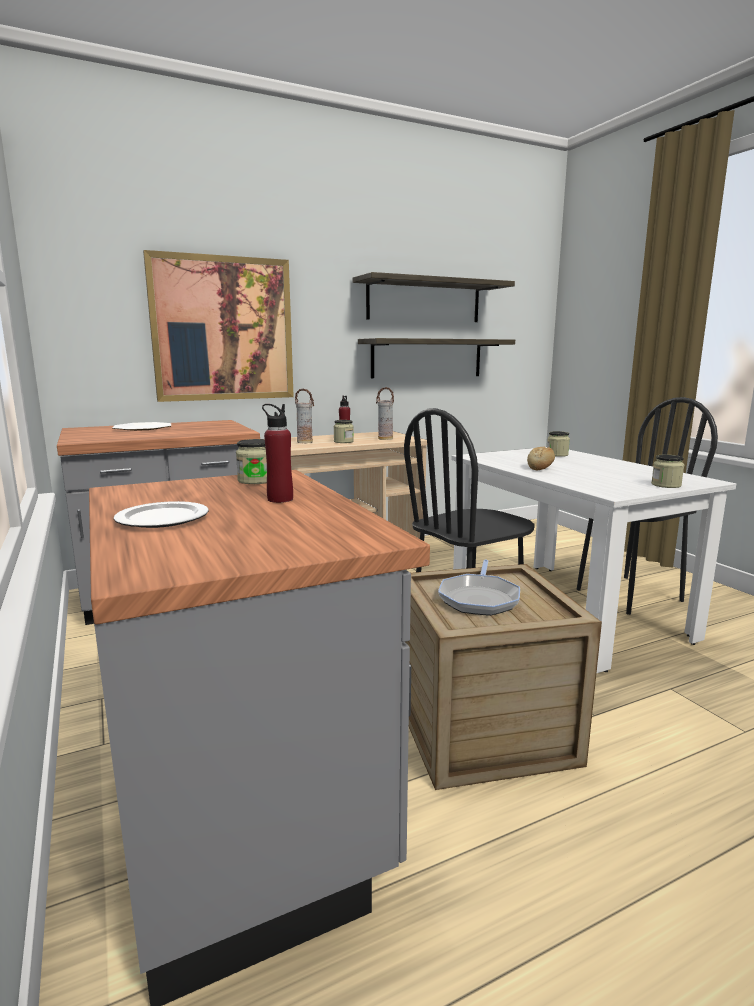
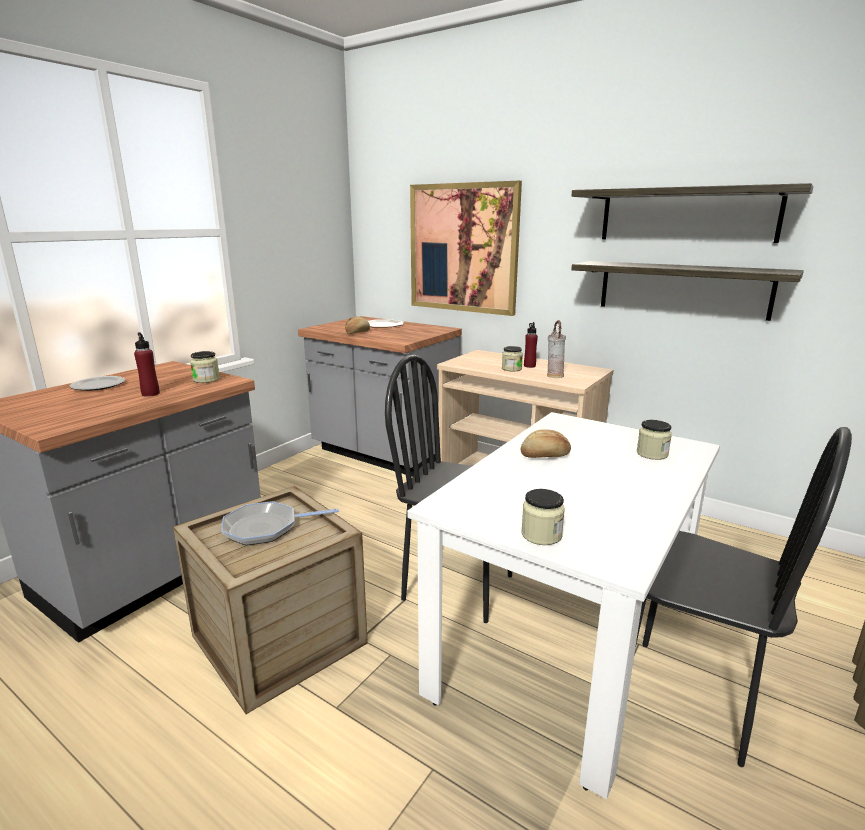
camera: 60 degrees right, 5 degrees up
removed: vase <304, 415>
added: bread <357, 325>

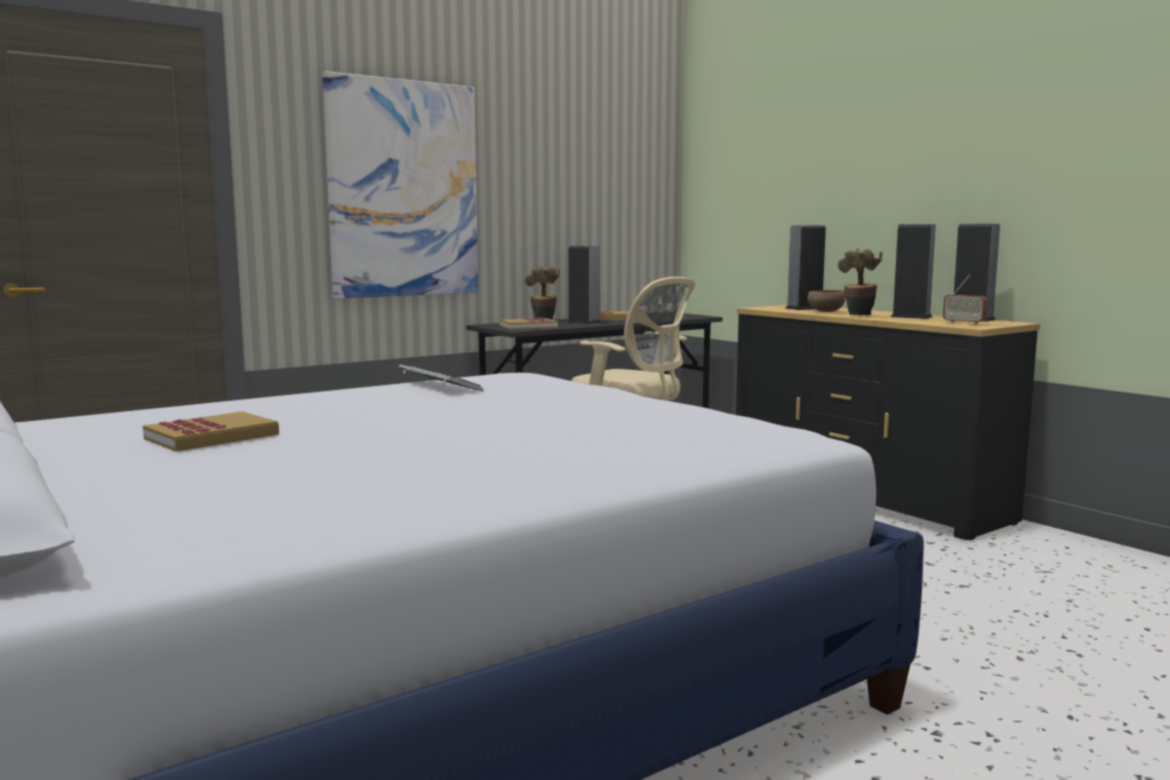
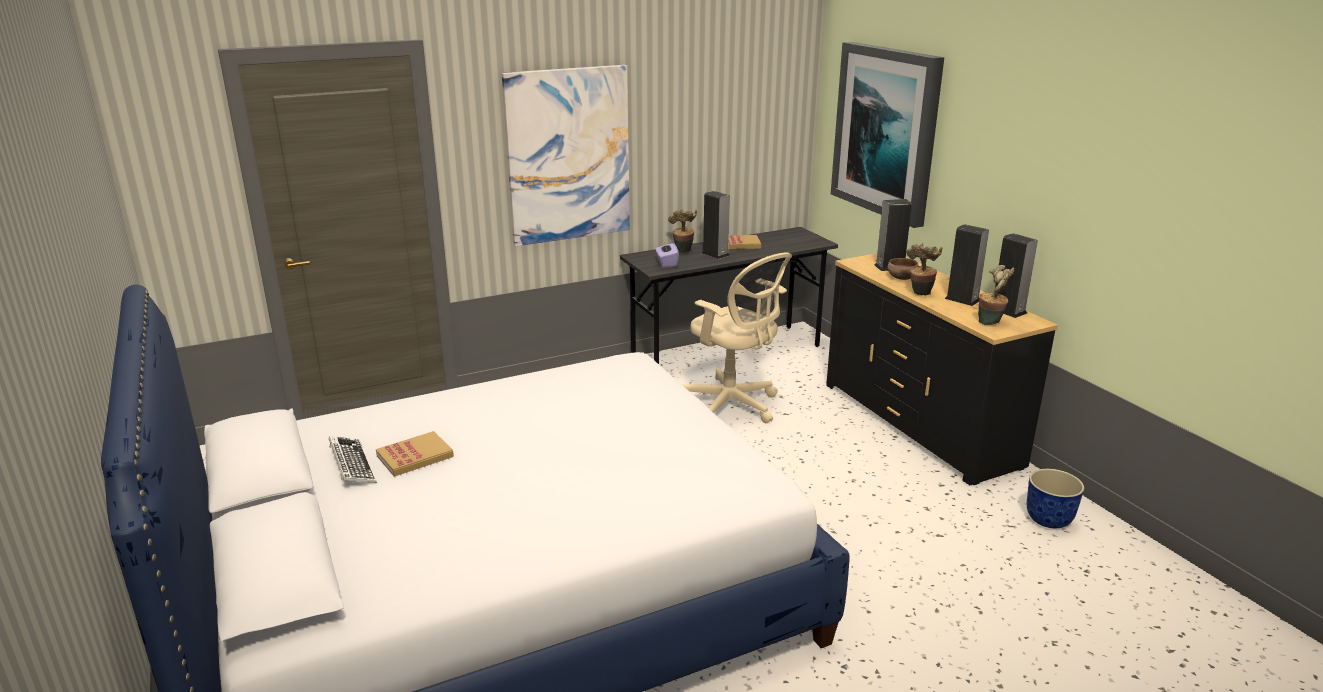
camera: 10 degrees right, 15 degrees up
added: picture <887, 135>; planter <1055, 498>
moved: keyboard <441, 378> to <352, 459>
replaced: book <528, 324> to tissue box (purple) <667, 254>; radio <965, 299> to potted plant <996, 295>

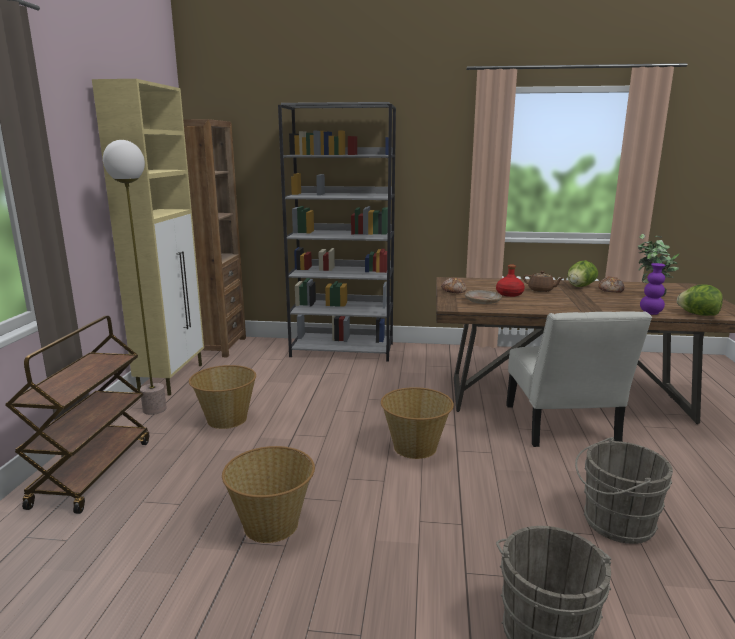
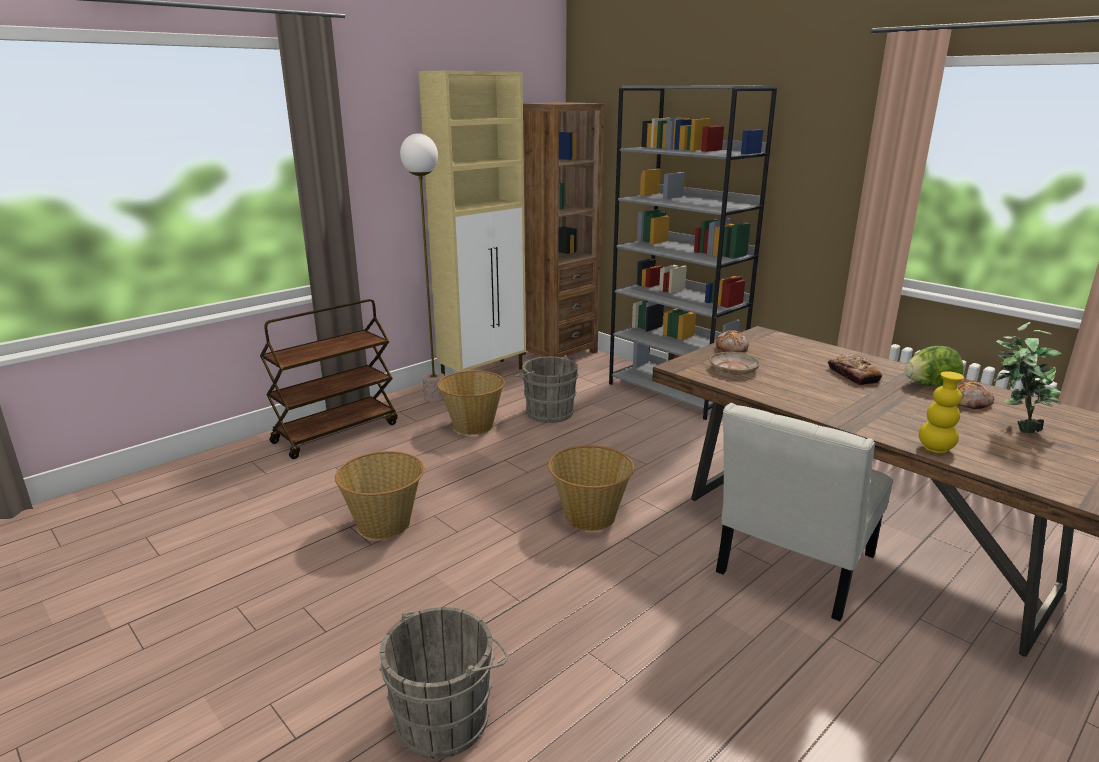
camera: 40 degrees right, 5 degrees up
removed: bottle (red) <510, 280>; lettuce <700, 300>
moved: bucket (grey) <624, 490> to <547, 389>
replaced: teapot (brown) <543, 281> to bread <855, 369>
recoloured: vase (purple) <653, 289> to vase (yellow) <941, 412>

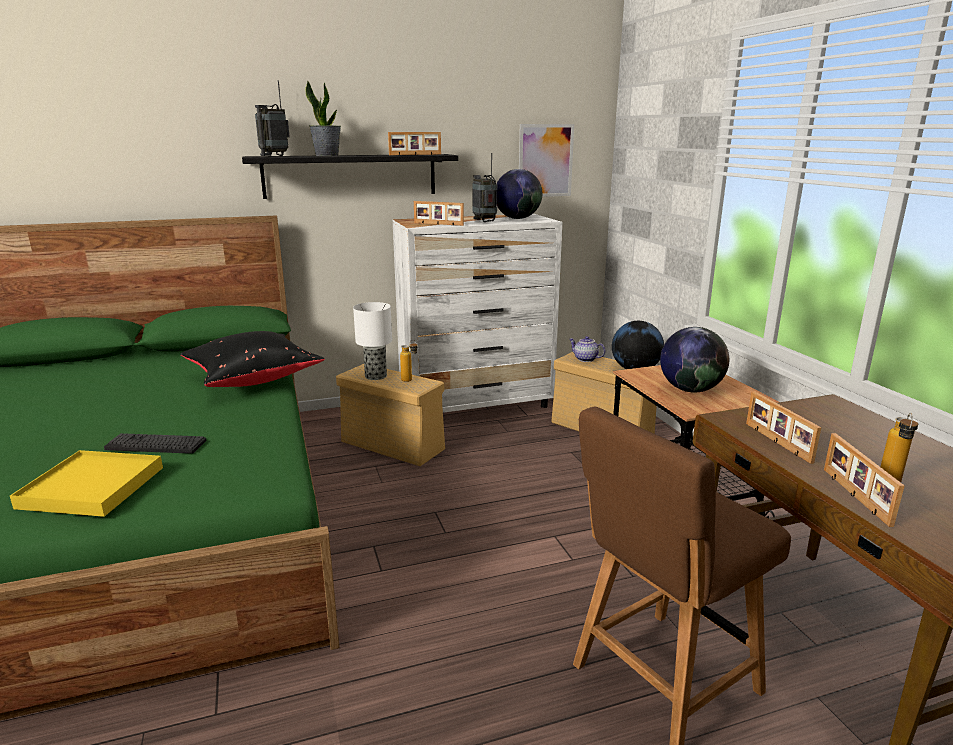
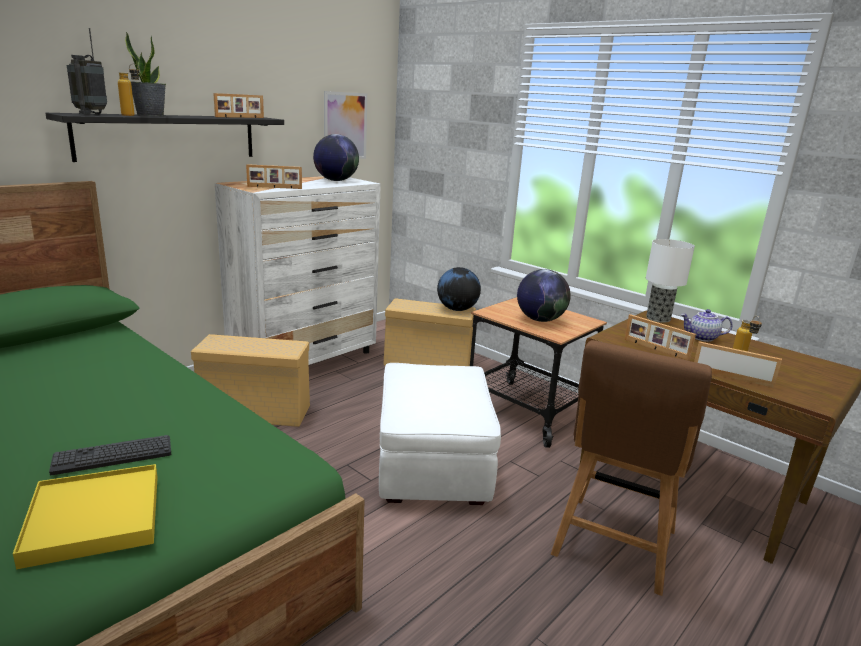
camera: 30 degrees left, 0 degrees up
removed: pillow (black) <252, 359>; radio <485, 187>
added: ottoman (white) <440, 434>
moved: table lamp <372, 341> to <670, 281>; bottle <409, 361> to <129, 89>; teapot <587, 349> to <707, 325>
turned: picture frame <864, 480> = <738, 364> 150 degrees clockwise

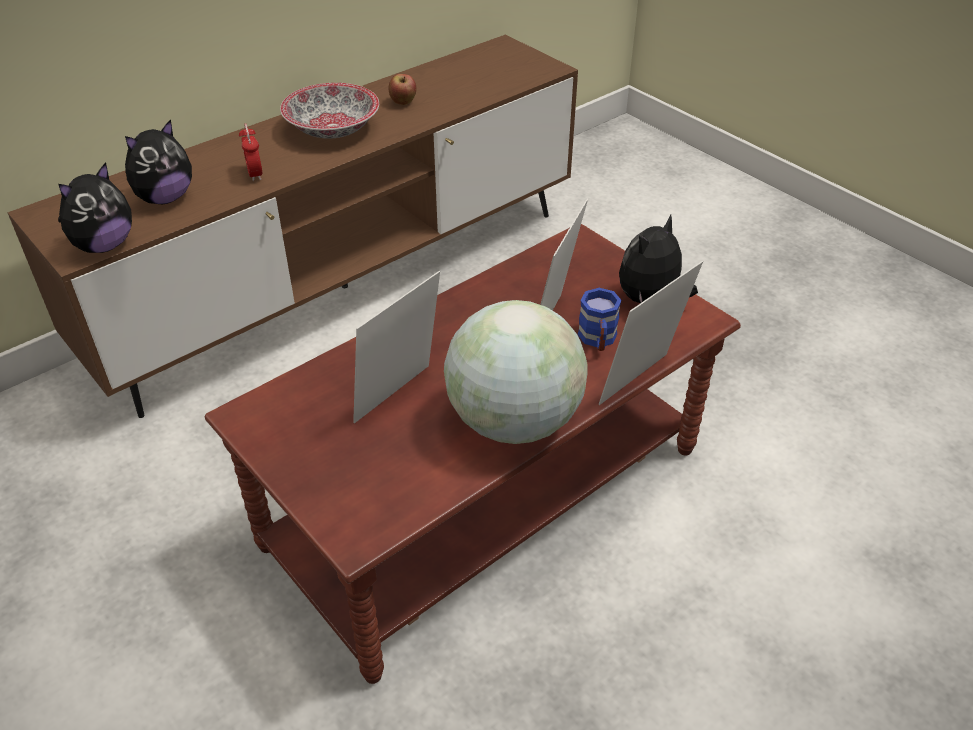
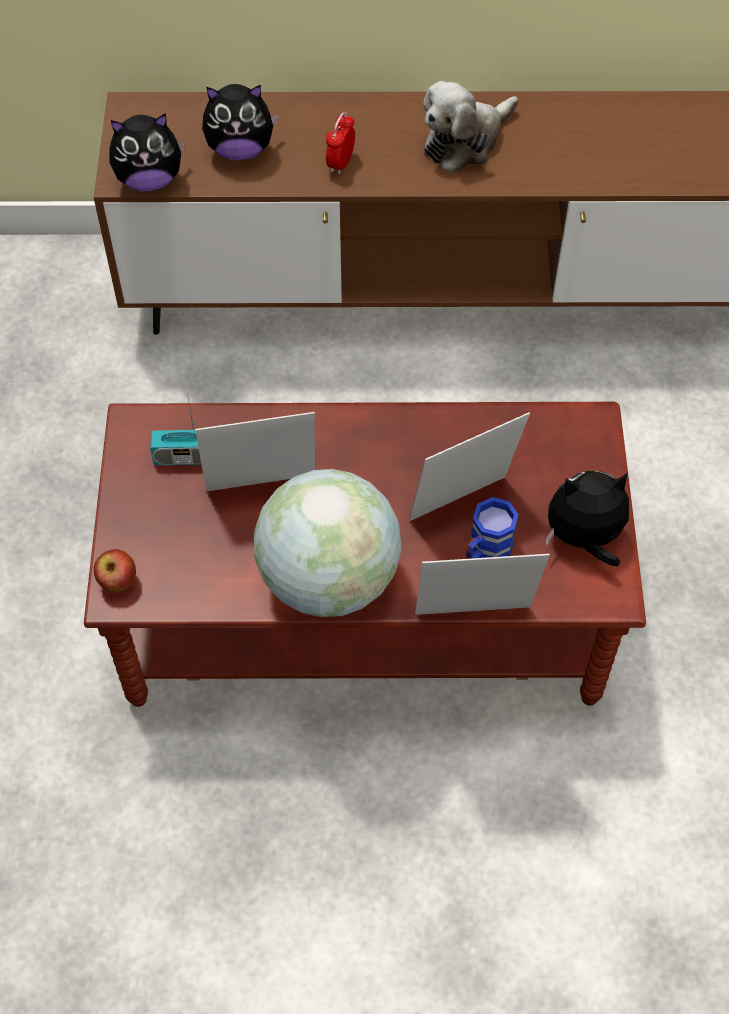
camera: 40 degrees right, 15 degrees up
added: radio <176, 429>
moved: apple <403, 89> to <115, 570>
replaced: bowl <329, 111> to plush toy <470, 127>

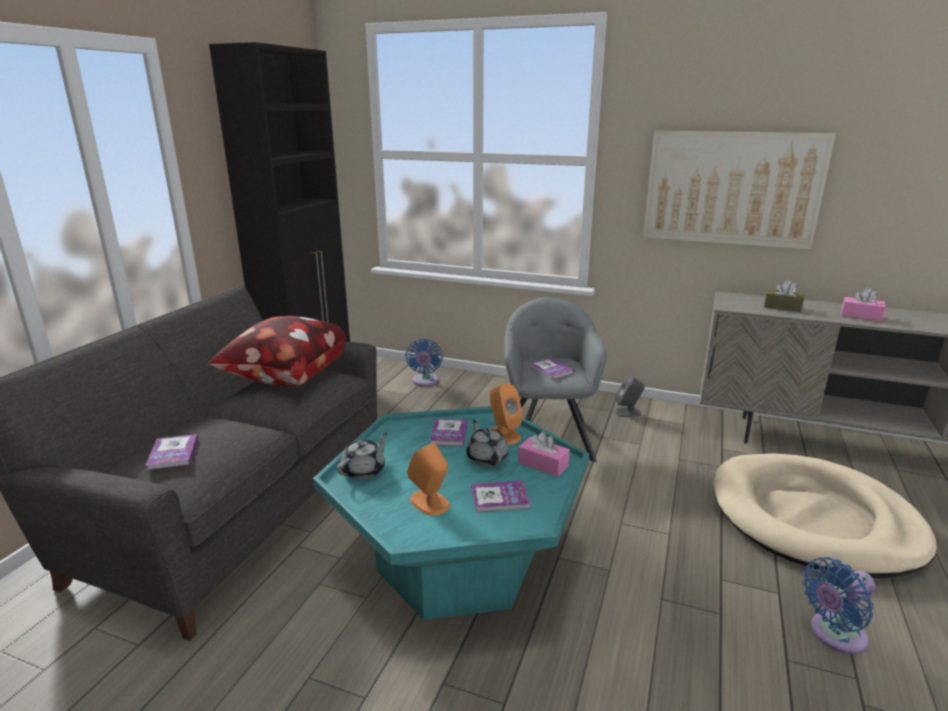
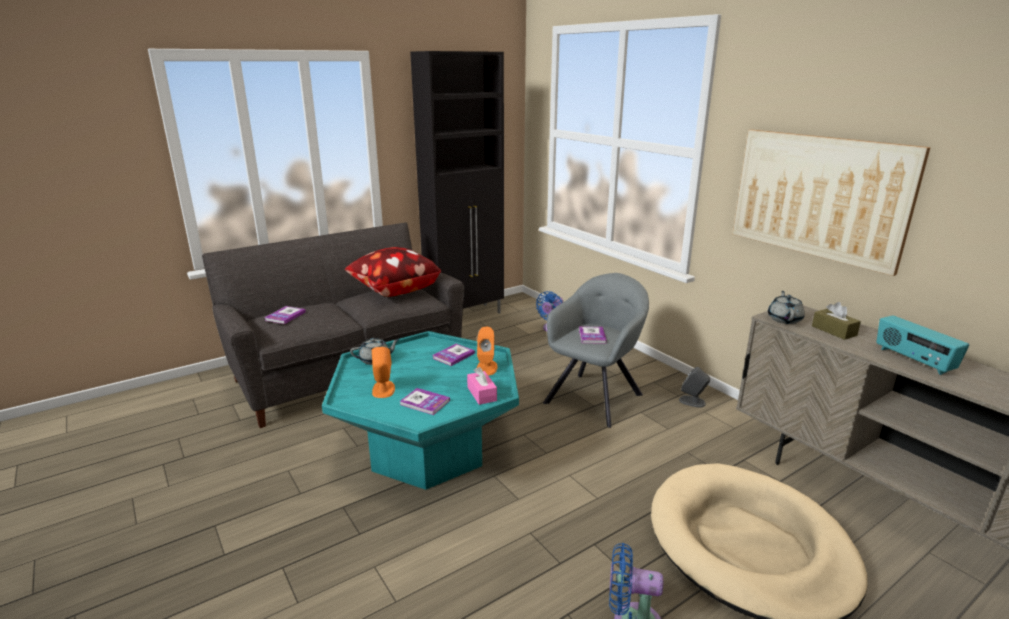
camera: 35 degrees right, 0 degrees up
moved: teapot (grey) <487, 443> to <786, 307>
replaced: tissue box (pink) <863, 304> to radio <922, 345>

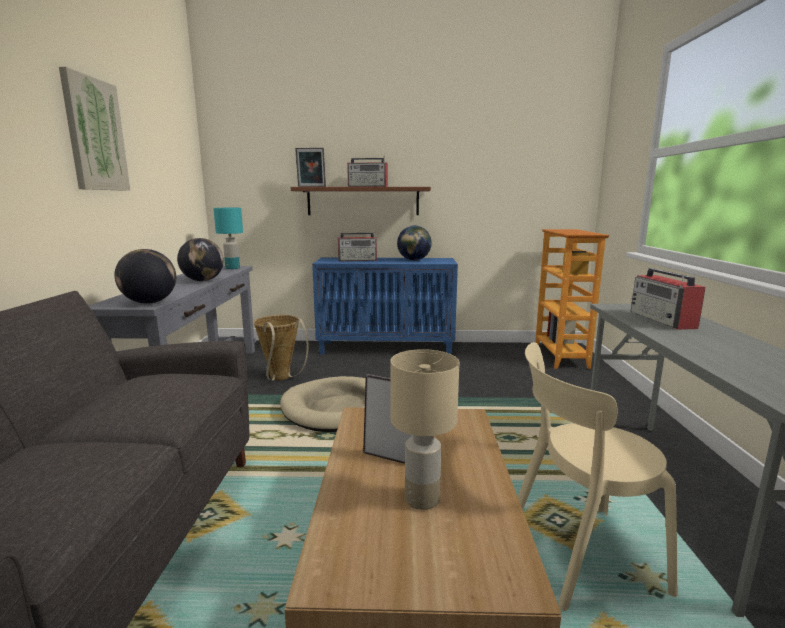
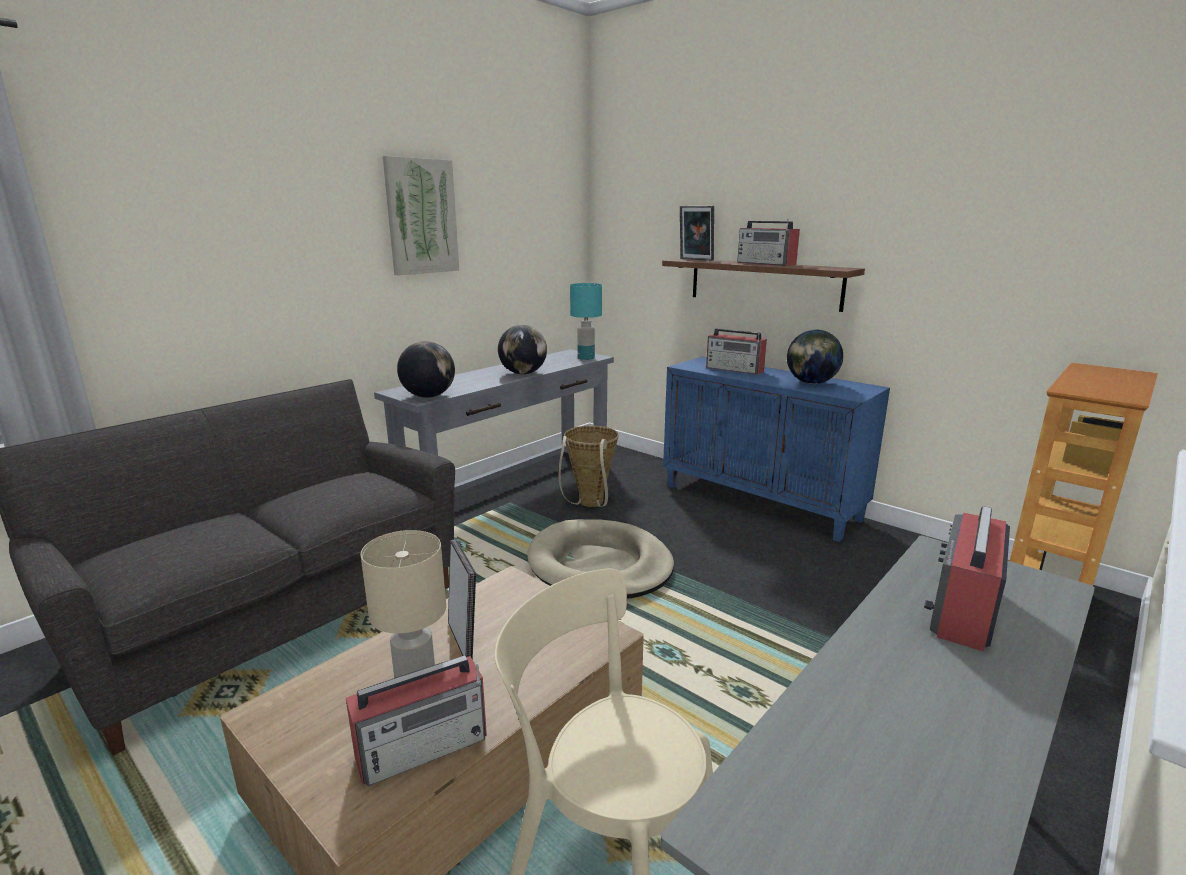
camera: 40 degrees right, 5 degrees up
added: radio <416, 720>

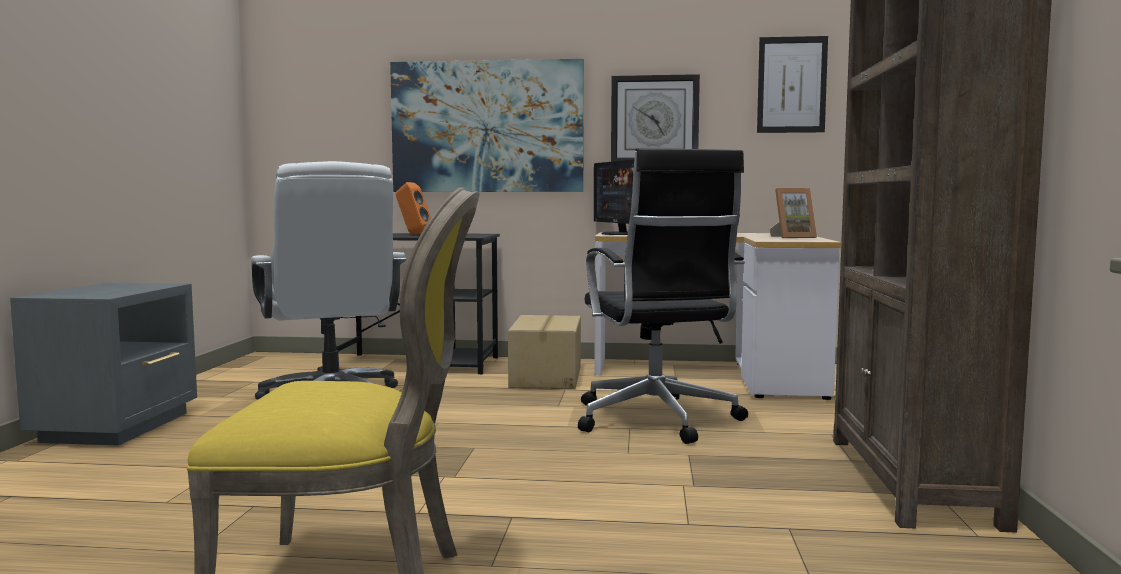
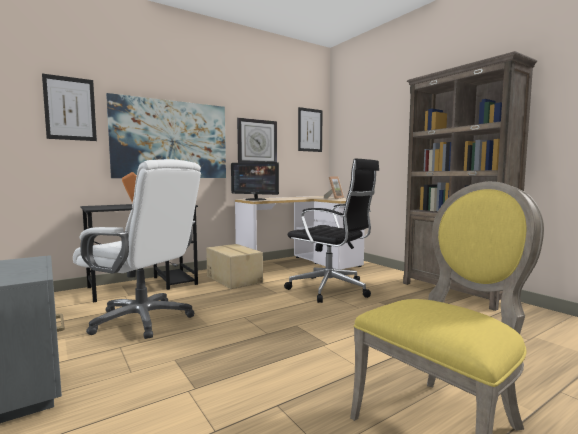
camera: 40 degrees left, 0 degrees up
added: picture <69, 107>

